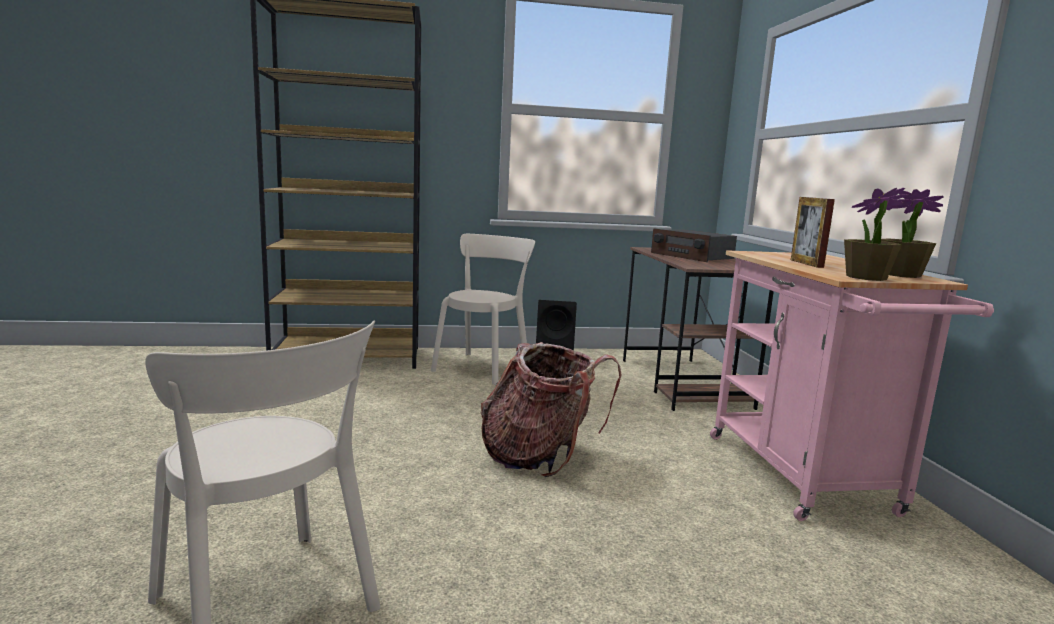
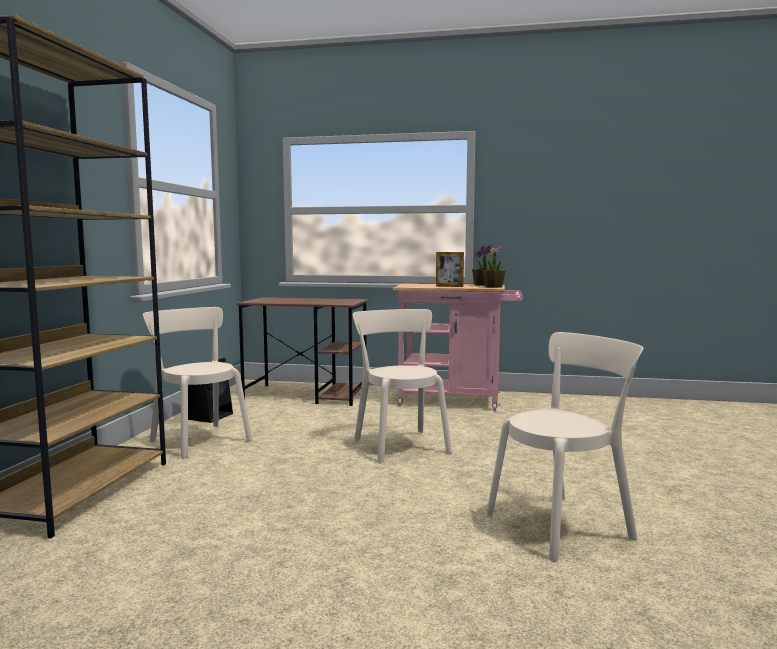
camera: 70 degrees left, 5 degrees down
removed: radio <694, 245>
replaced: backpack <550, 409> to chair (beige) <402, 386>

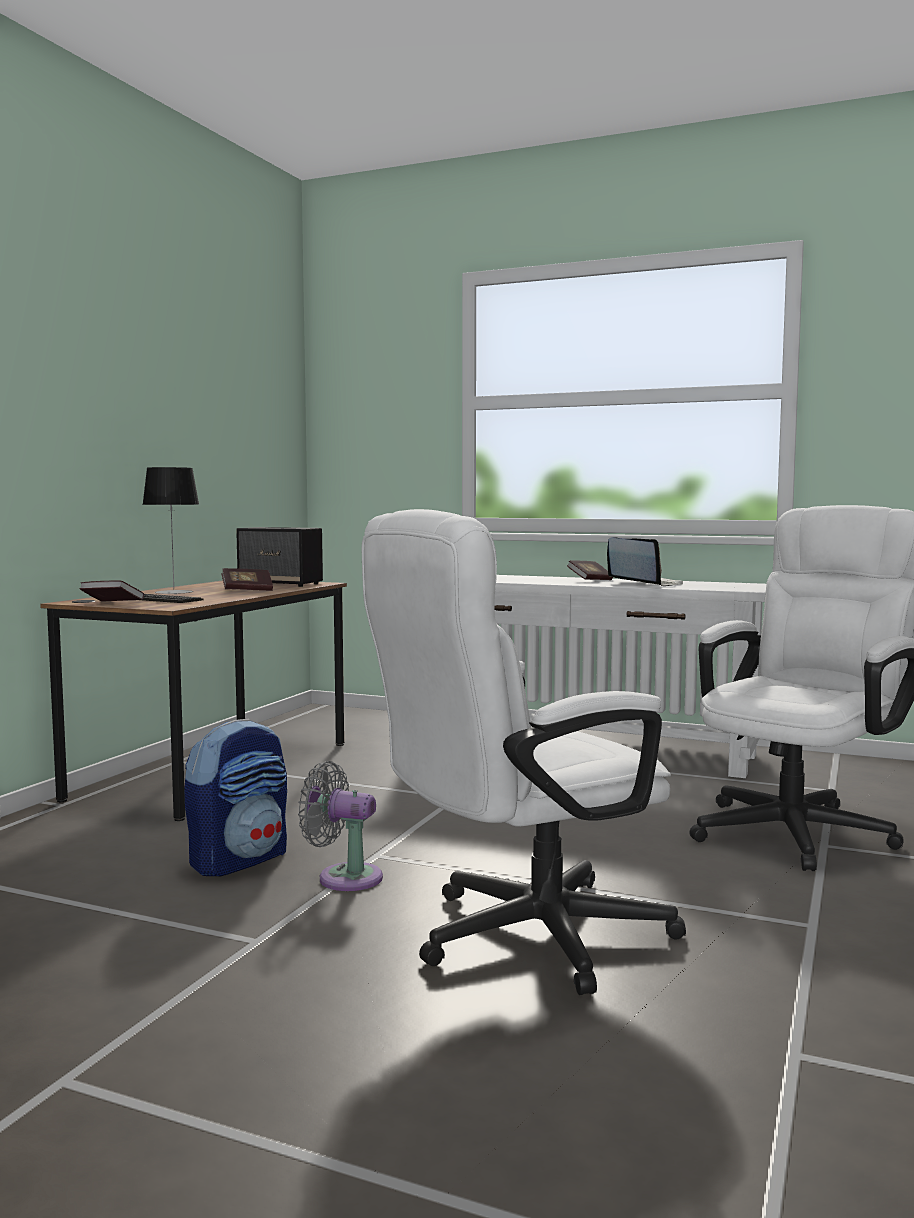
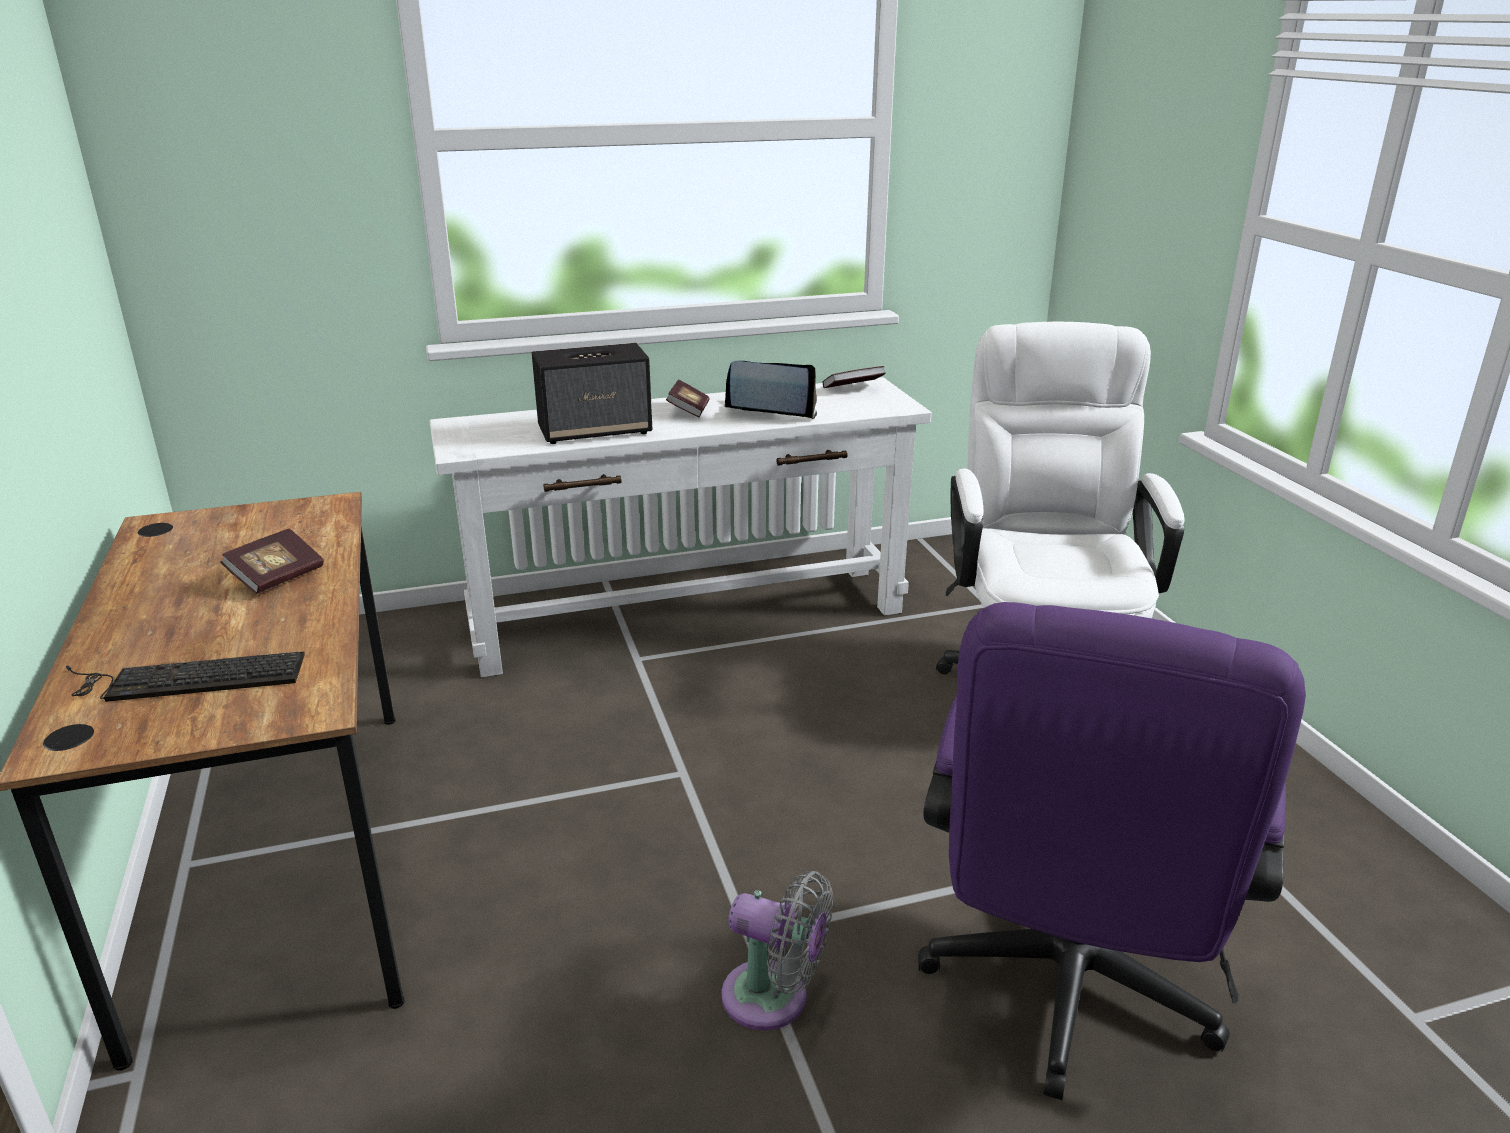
camera: 40 degrees left, 20 degrees up
removed: table lamp <170, 530>; backpack <235, 797>
moved: book <111, 591> to <854, 377>; speaker <279, 557> to <592, 393>
recoloured: office chair (white) <523, 752> to office chair (purple) <1112, 851>
turned: fan (grey) <340, 826> = <777, 950> 135 degrees counterclockwise

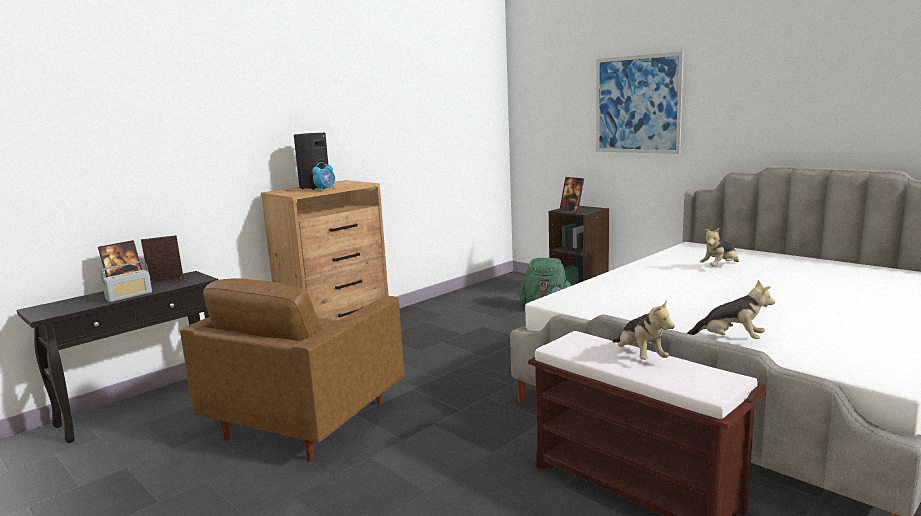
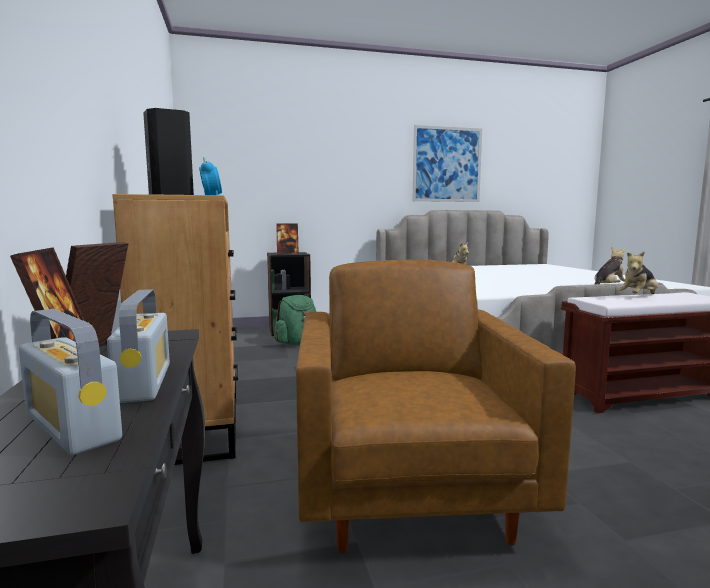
camera: 60 degrees left, 5 degrees down
added: radio <70, 382>
moved: picture <640, 102> to <447, 163>
turned: armchair (brown) <292, 369> = <436, 406> 150 degrees counterclockwise; plush toy <643, 330> = <638, 272> 135 degrees clockwise

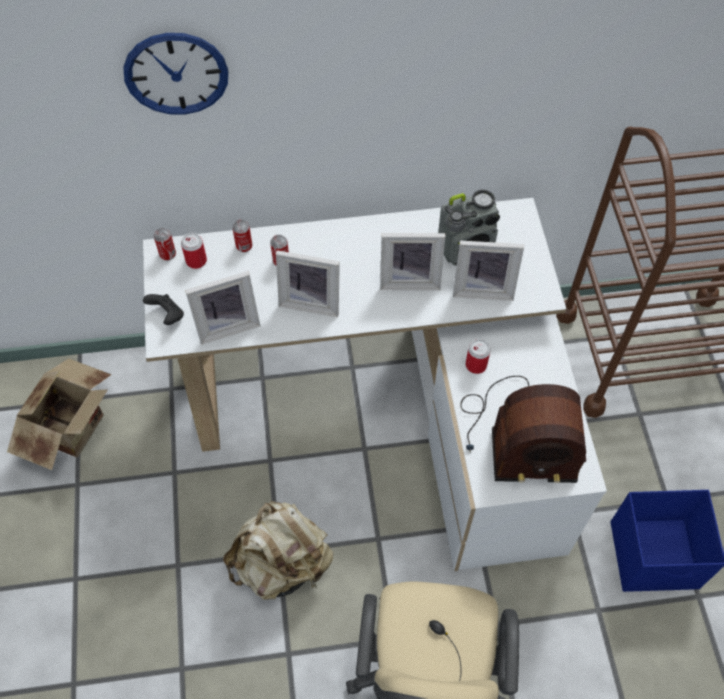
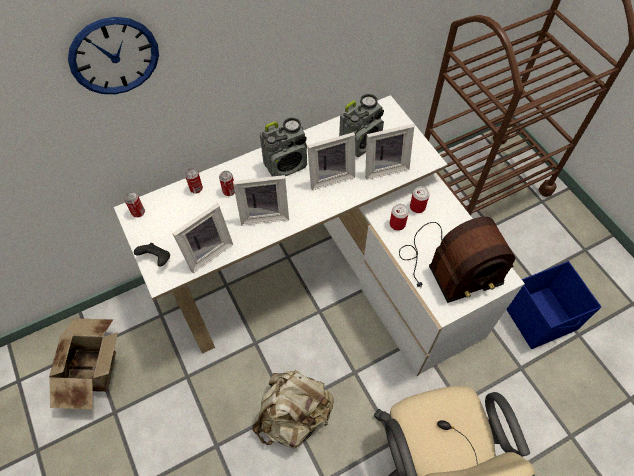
camera: 20 degrees left, 0 degrees up
added: radio <283, 147>
moved: can <194, 251> to <420, 199>

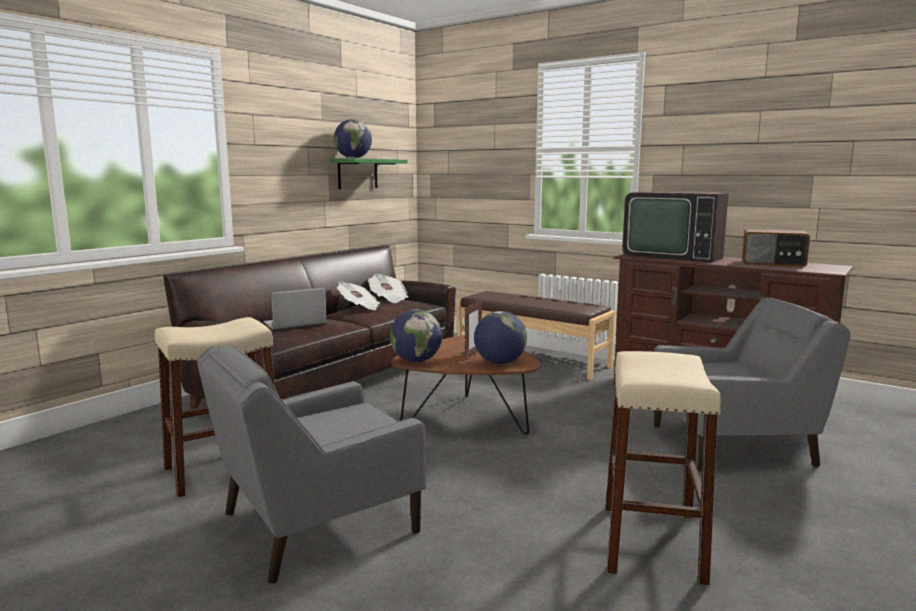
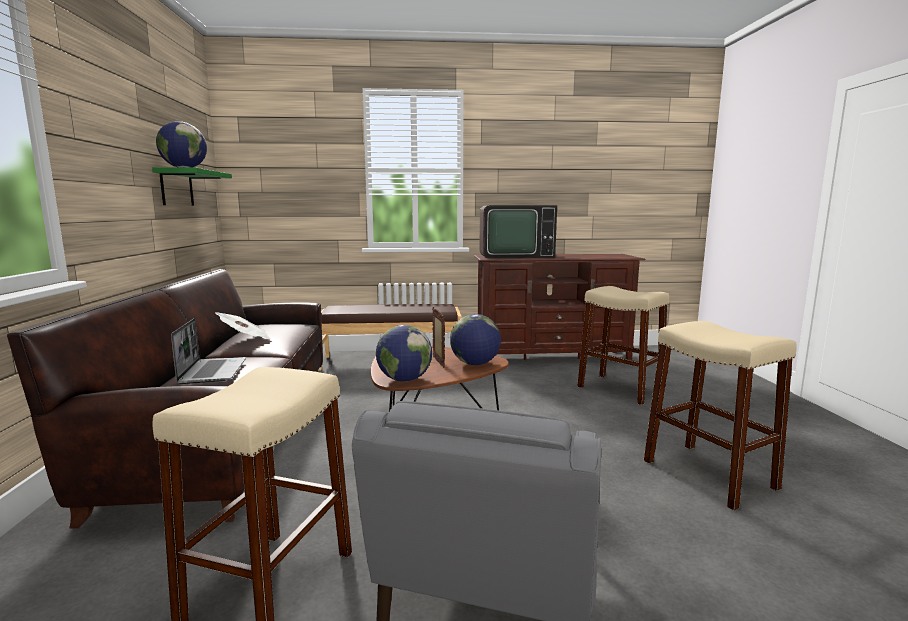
camera: 40 degrees left, 0 degrees up
removed: newspaper <388, 288>; radio <776, 248>
replaced: armchair (grey) <752, 384> to stool (beige) <623, 345>
turned: laptop <295, 309> = <208, 351> 150 degrees clockwise

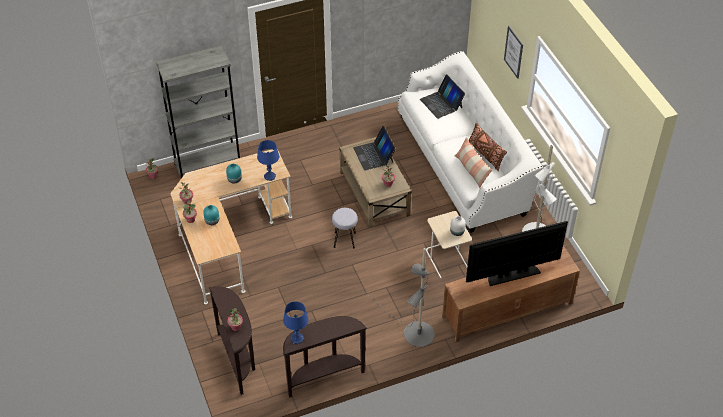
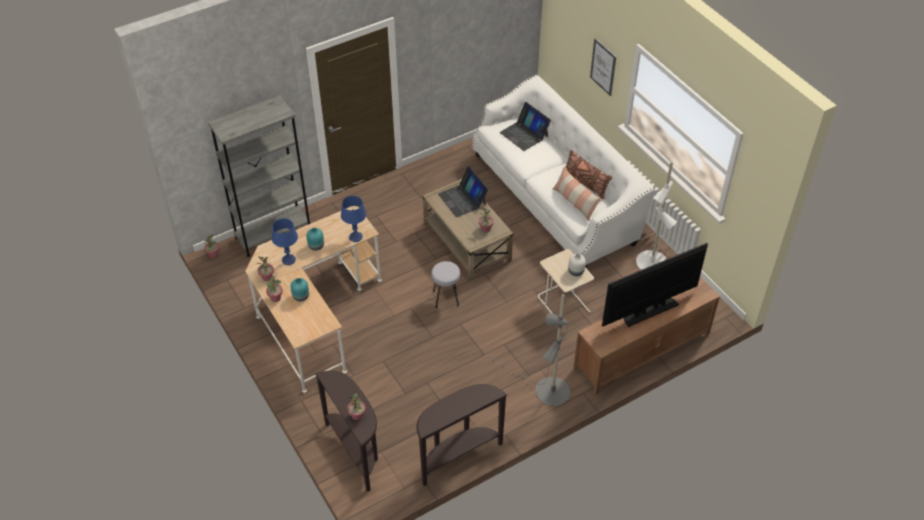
camera: 10 degrees left, 0 degrees up
moved: table lamp (blue) <296, 322> to <285, 241>

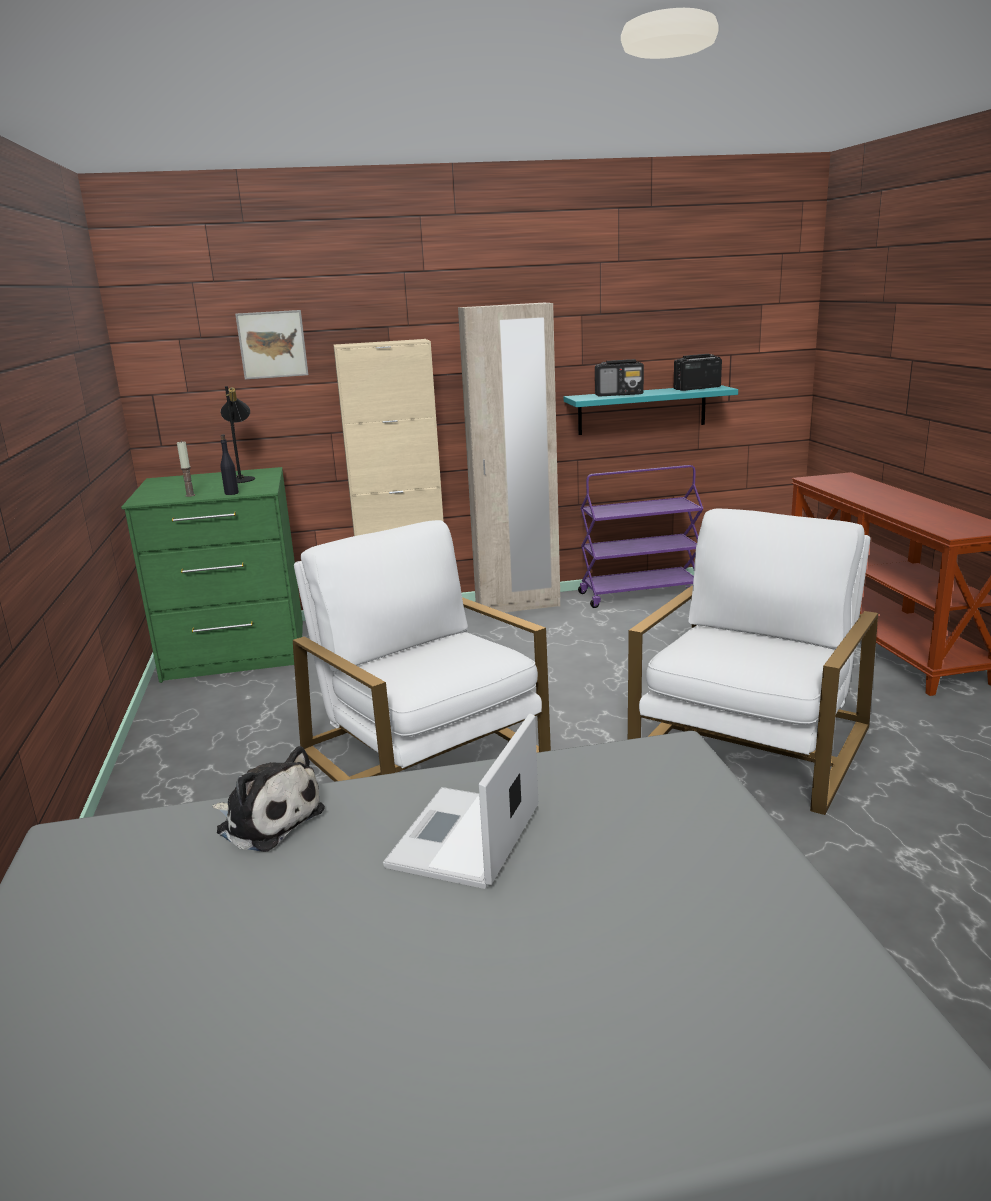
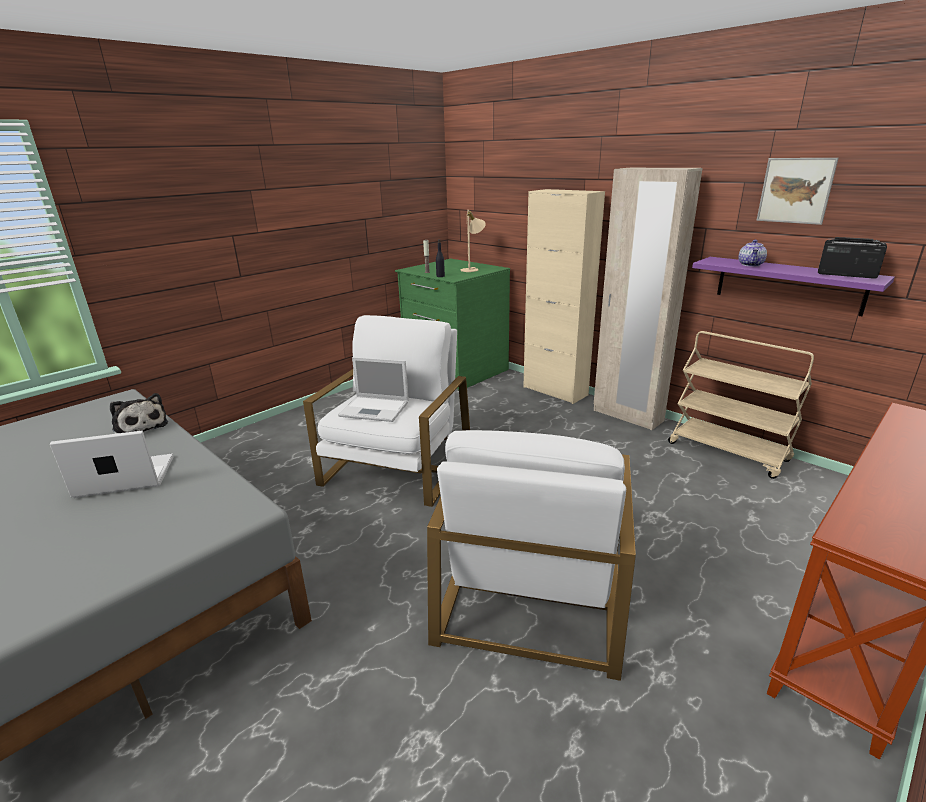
camera: 55 degrees right, 5 degrees up
added: laptop <373, 389>
moved: picture <271, 345> to <797, 191>
replaced: radio <619, 377> to teapot <752, 253>
recoloured: table lamp (black) <238, 434> to table lamp (beige) <473, 241>; shelf (turquoise) <651, 410> to shelf (purple) <793, 286>; cart (purple) <640, 536> to cart (beige) <741, 405>
turned: plush toy <268, 799> = <139, 413> 45 degrees counterclockwise; armchair (white) <753, 662> = <531, 555> 105 degrees clockwise

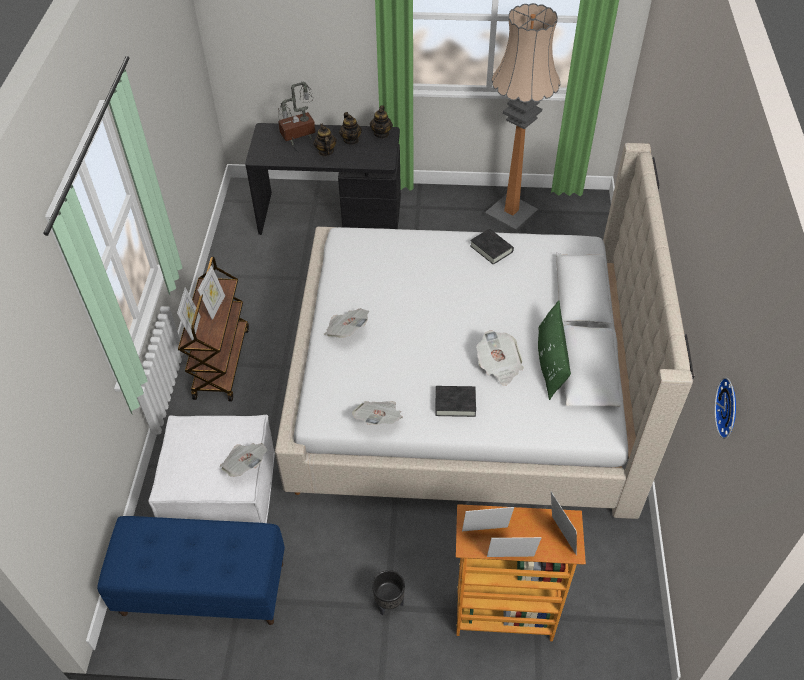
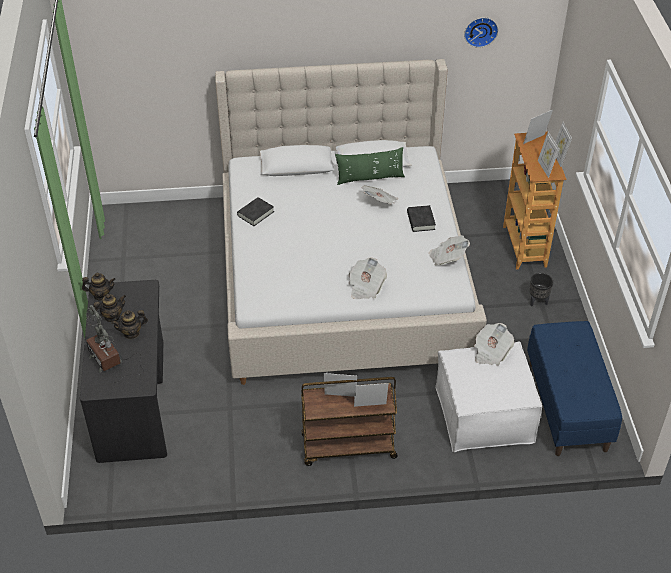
camera: 100 degrees left, 5 degrees down
removed: floor lamp <522, 118>

